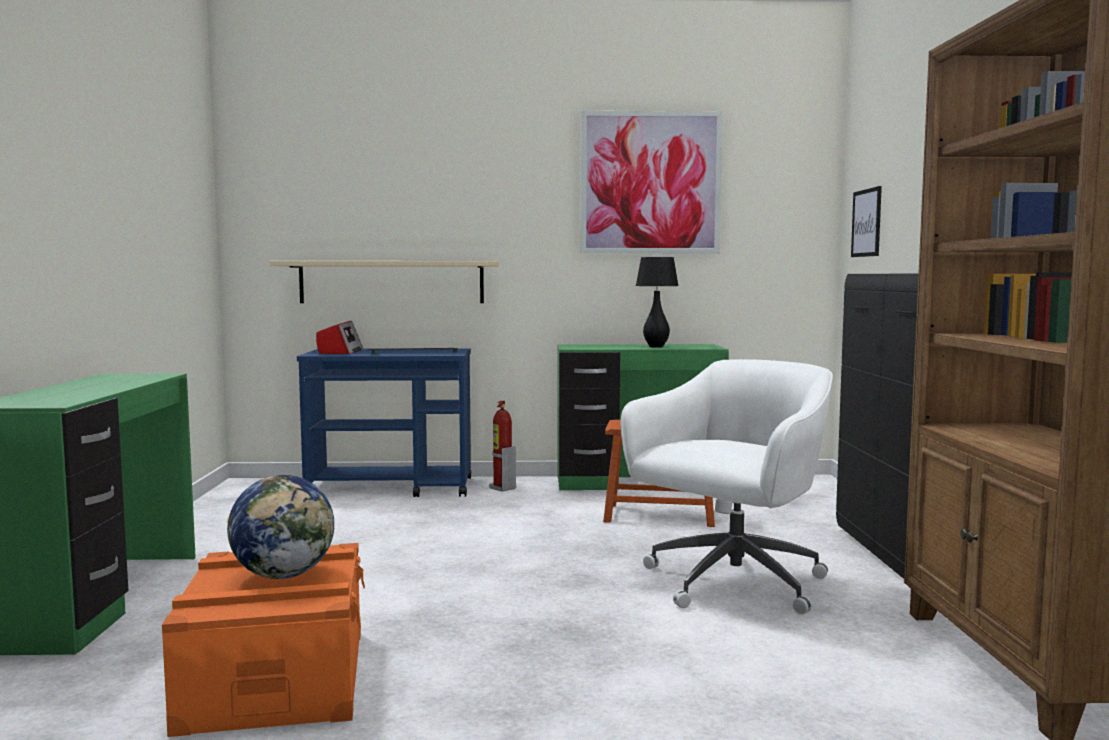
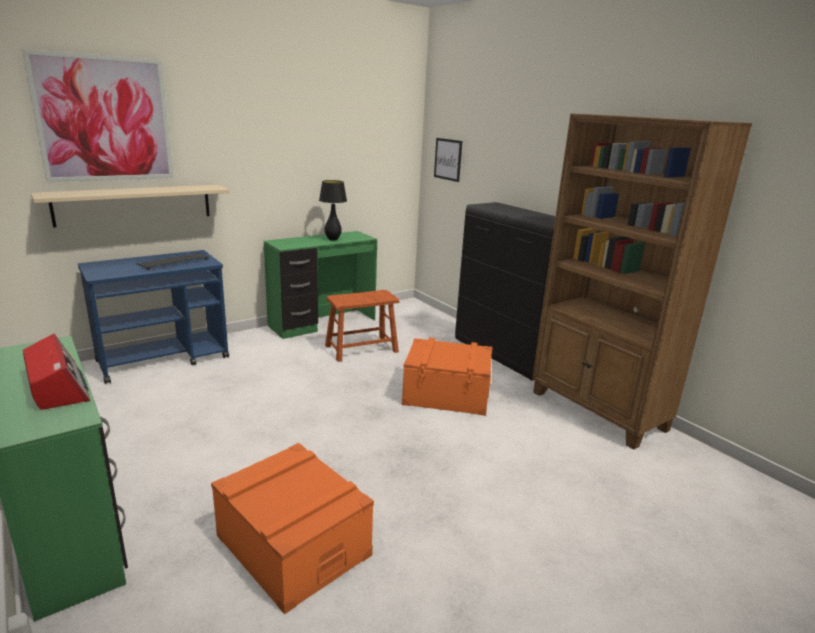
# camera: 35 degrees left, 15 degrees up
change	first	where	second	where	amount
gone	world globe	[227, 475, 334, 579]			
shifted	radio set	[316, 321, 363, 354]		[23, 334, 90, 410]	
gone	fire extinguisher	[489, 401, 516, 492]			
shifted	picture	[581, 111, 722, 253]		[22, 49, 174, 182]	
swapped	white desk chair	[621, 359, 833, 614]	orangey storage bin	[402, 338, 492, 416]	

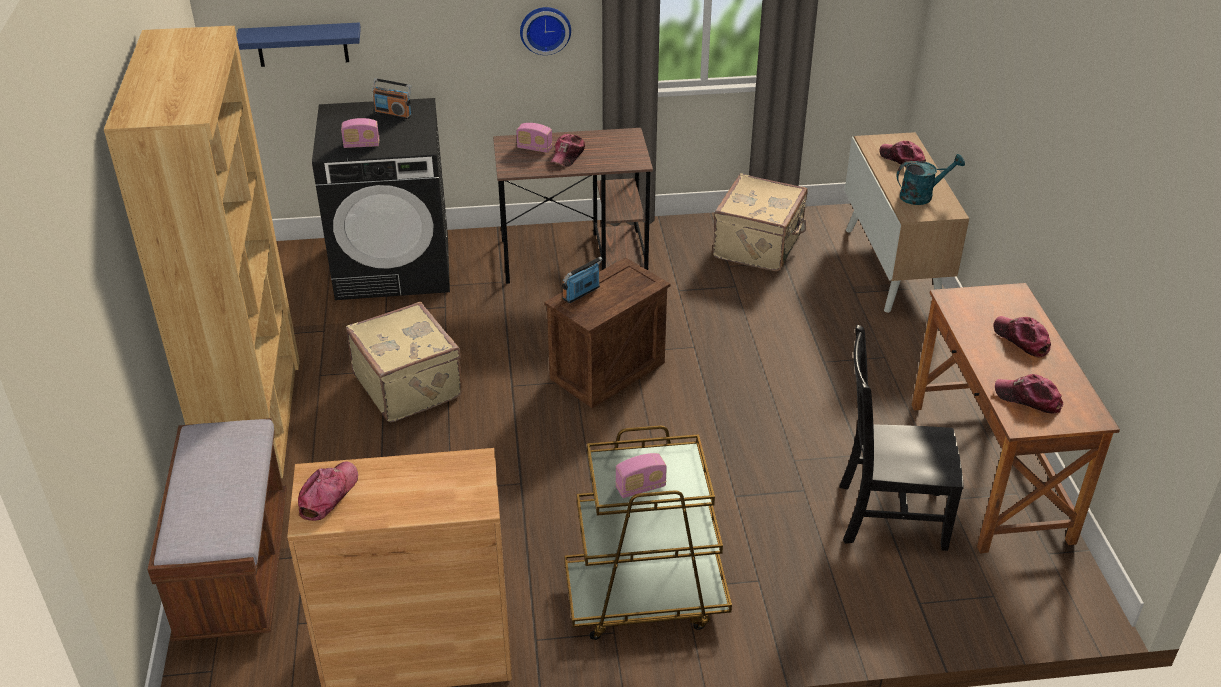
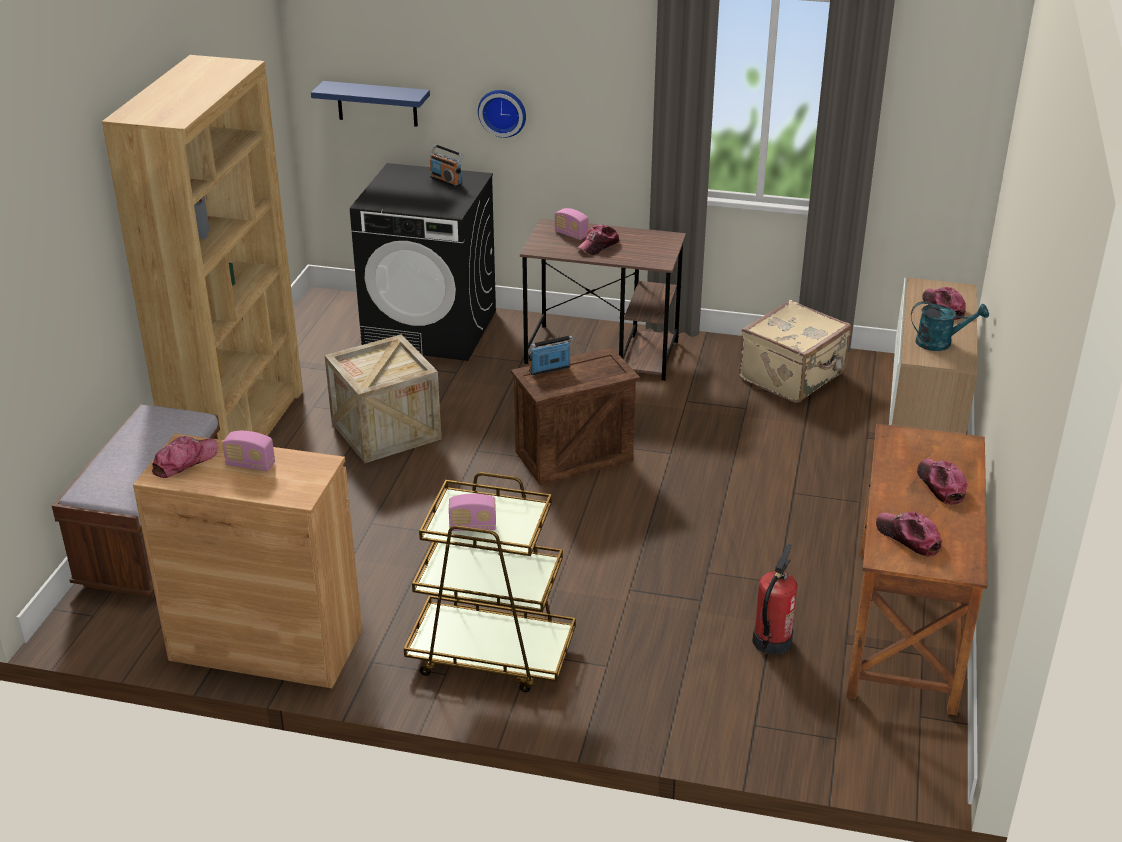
# camera: 20 degrees right, 5 degrees down
change	first	where	second	where	amount
shifted	radio set	[341, 118, 379, 148]		[222, 431, 275, 471]	
swapped	beige suitcase	[346, 302, 463, 423]	shipping crate	[325, 334, 441, 463]	
shifted	wall clock	[520, 7, 571, 55]		[478, 90, 526, 138]	
swapped	blackish chair	[839, 325, 964, 551]	fire extinguisher	[752, 544, 798, 655]	

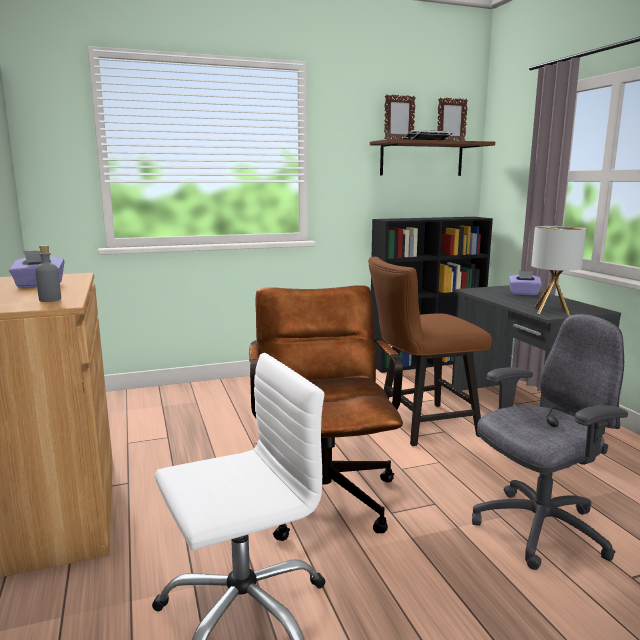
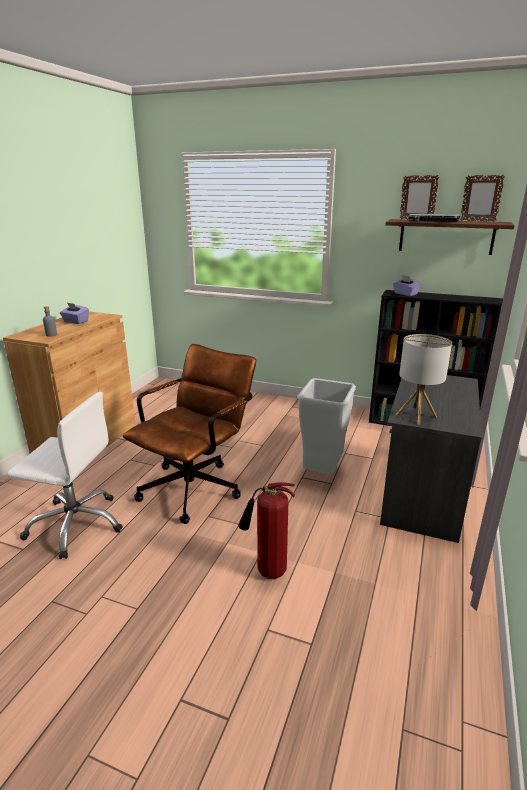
# camera: 40 degrees right, 10 degrees up
change	first	where	second	where	amount
swapped	brown chair	[368, 257, 492, 446]	grey trash can	[297, 378, 356, 474]	
swapped	grey desk chair	[472, 314, 628, 570]	fire extinguisher	[238, 482, 295, 579]	
shifted	purplish box of tissues	[509, 271, 542, 295]		[393, 275, 421, 296]	

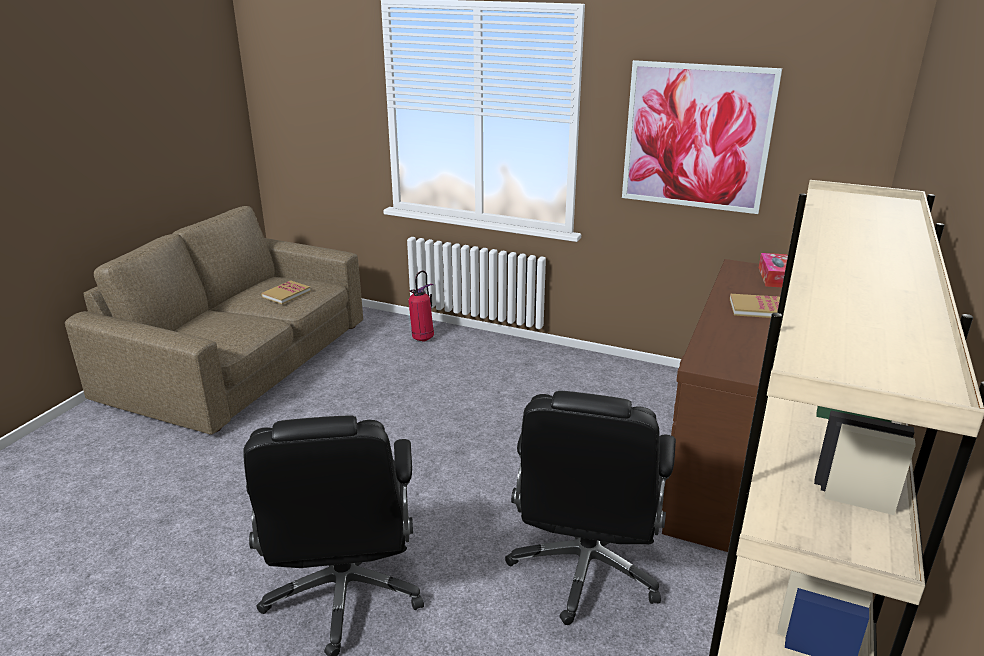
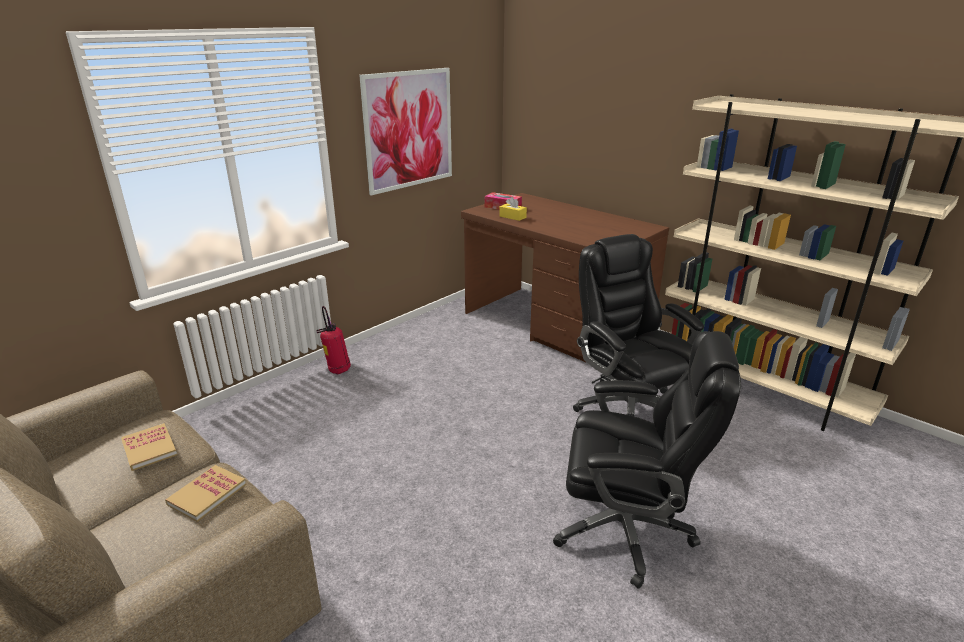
# camera: 70 degrees left, 0 degrees up
change	first	where	second	where	amount
shifted	fire extinguisher	[408, 270, 434, 342]		[316, 306, 351, 374]	
rotated	blackish desk chair	[505, 391, 676, 625]		[573, 234, 704, 416]	150 degrees counterclockwise
shifted	bound book	[730, 294, 780, 318]		[165, 465, 246, 522]	
new			yellowish box of tissues	[499, 197, 527, 221]	

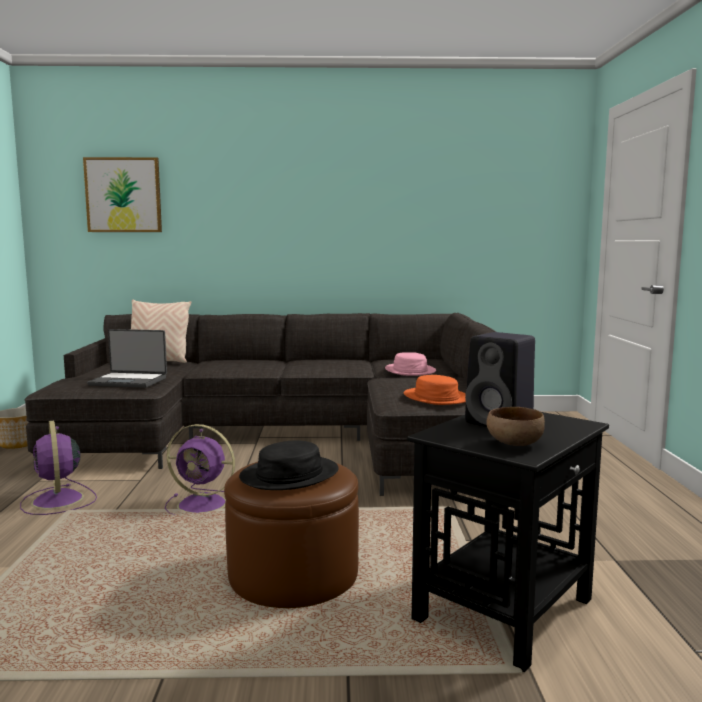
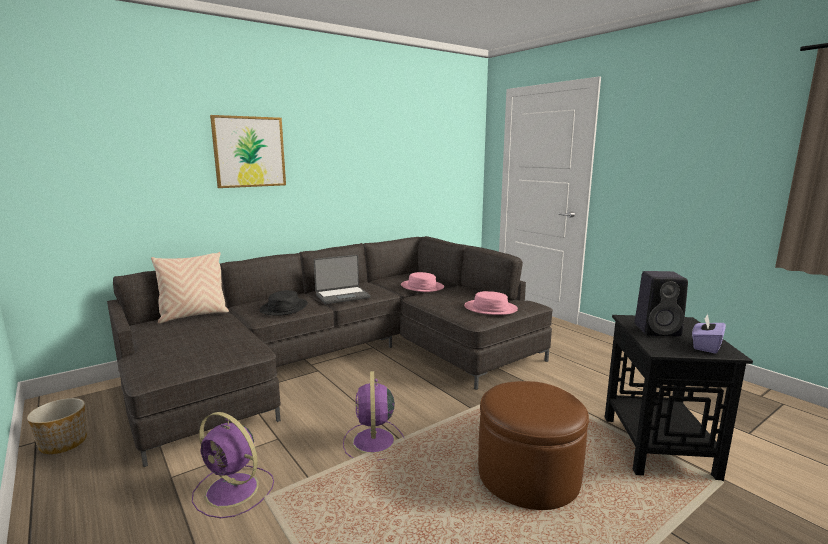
# camera: 35 degrees left, 5 degrees up
change	first	where	second	where	amount
shifted	picture	[83, 157, 162, 232]		[210, 115, 286, 188]	
shifted	laptop	[87, 329, 167, 388]		[314, 255, 371, 304]	
rotated	purplish fan	[165, 424, 235, 515]		[343, 371, 405, 460]	105 degrees clockwise
shifted	blackish clothing hat	[239, 440, 339, 490]		[259, 290, 308, 316]	
repainted	orangey clothing hat	[404, 375, 466, 405]	pink-coloured clothing hat	[464, 291, 518, 315]	
swapped	brown bowl	[486, 407, 545, 446]	purplish box of tissues	[692, 314, 726, 354]	

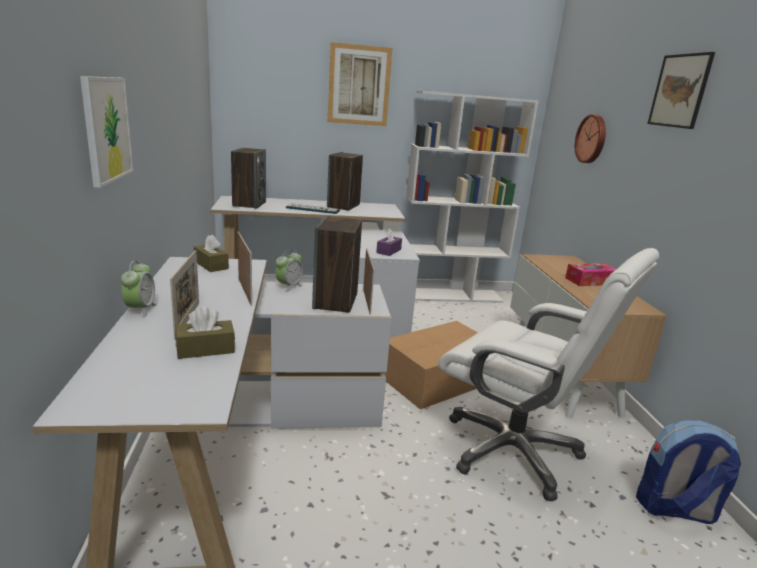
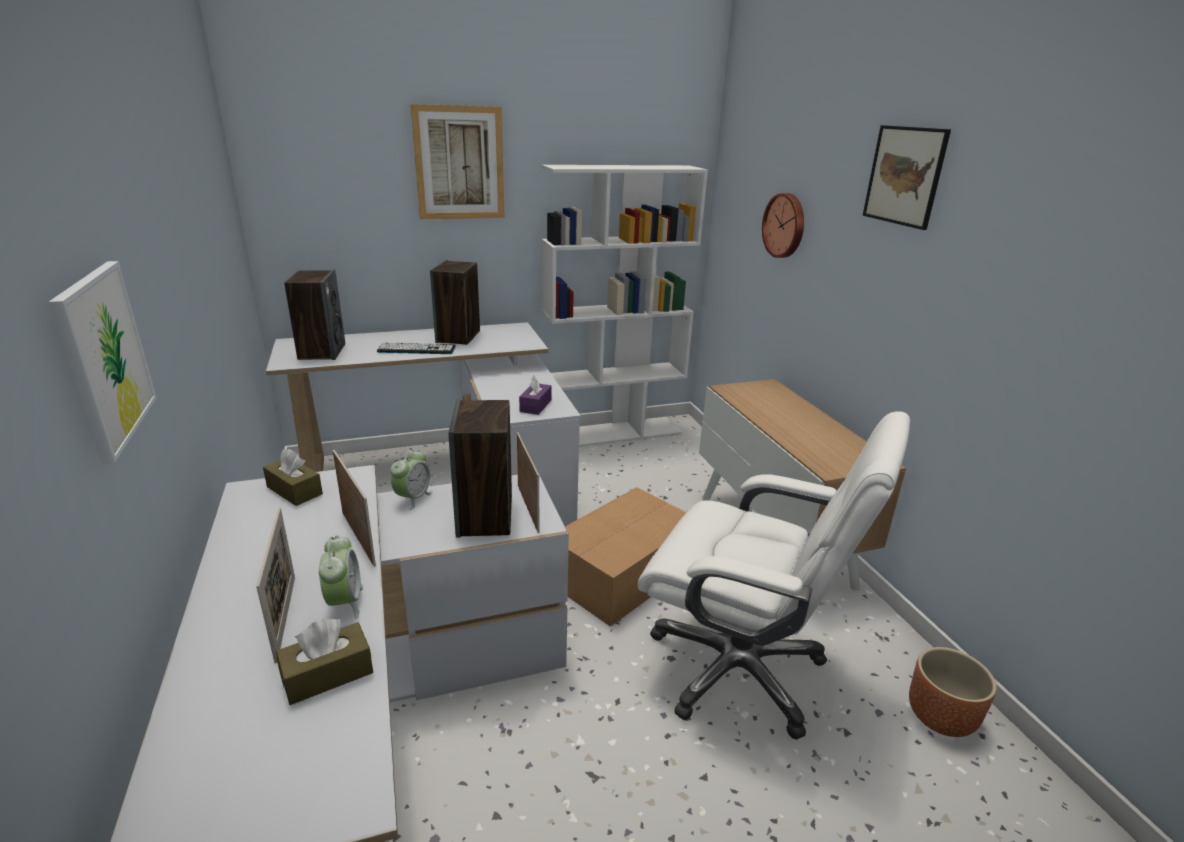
# camera: 10 degrees left, 5 degrees up
change	first	where	second	where	amount
shifted	alarm clock	[121, 260, 157, 318]		[319, 535, 363, 619]	
gone	box of tissues	[565, 263, 616, 286]			
swapped	knapsack	[636, 420, 741, 524]	brown planter	[909, 647, 997, 737]	

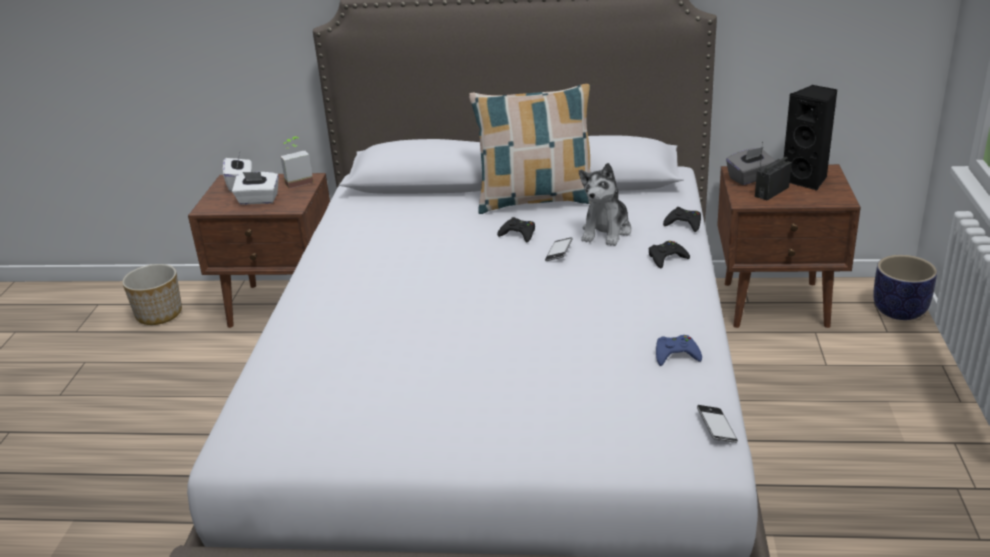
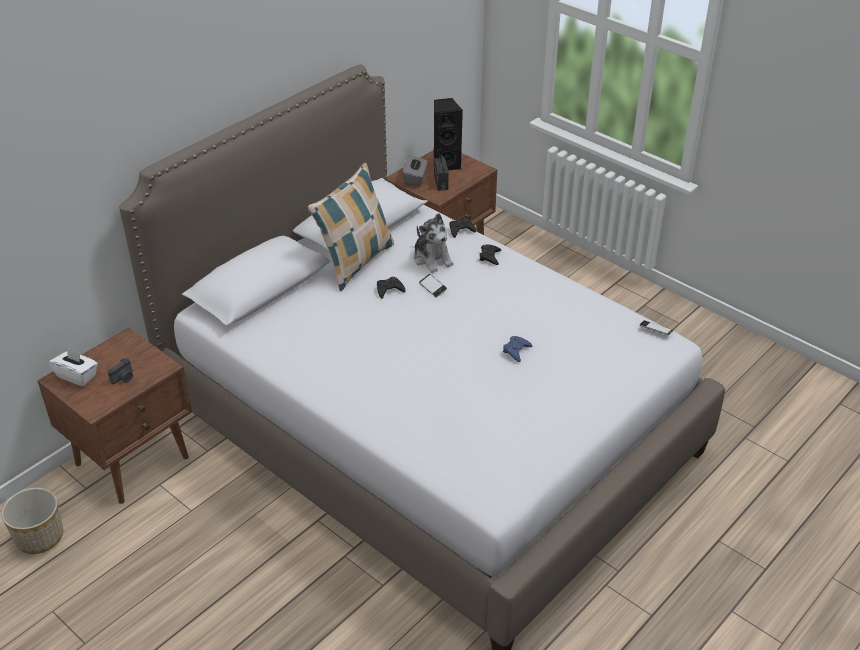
# camera: 55 degrees left, 10 degrees up
change	first	where	second	where	amount
swapped	white box of tissues	[232, 172, 279, 205]	photo camera	[107, 358, 133, 384]	
gone	houseplant	[280, 136, 314, 188]			
shifted	blue game controller	[656, 335, 702, 366]		[503, 336, 532, 362]	
gone	planter	[873, 255, 937, 320]			

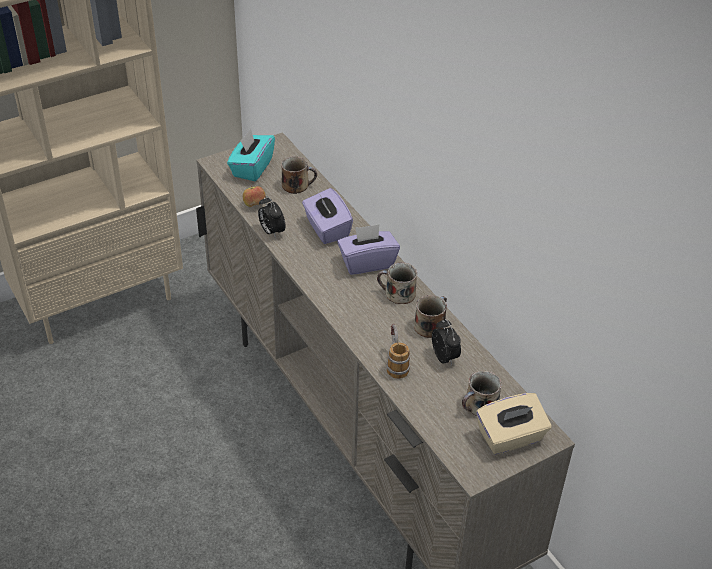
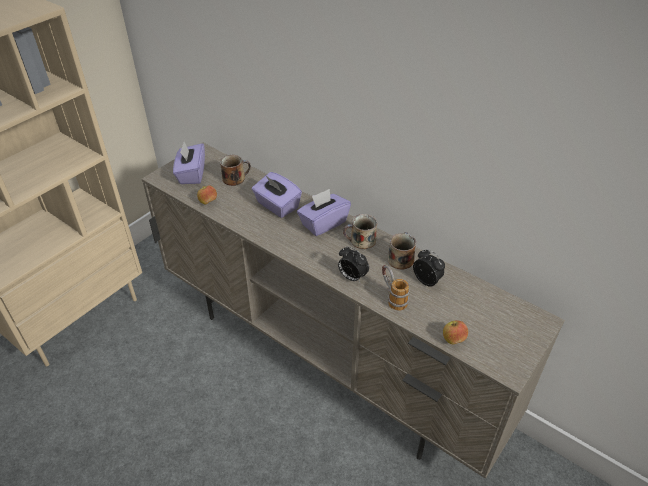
# camera: 20 degrees left, 0 degrees up
change	first	where	second	where	amount
repainted	turquoise-coloured box of tissues	[227, 129, 275, 181]	purplish box of tissues	[173, 142, 205, 184]	
shifted	alarm clock	[258, 196, 285, 238]		[338, 246, 369, 282]	
gone	tea mug	[462, 371, 502, 416]			
gone	beige box of tissues	[476, 393, 551, 455]			
new			apple	[443, 321, 468, 344]	

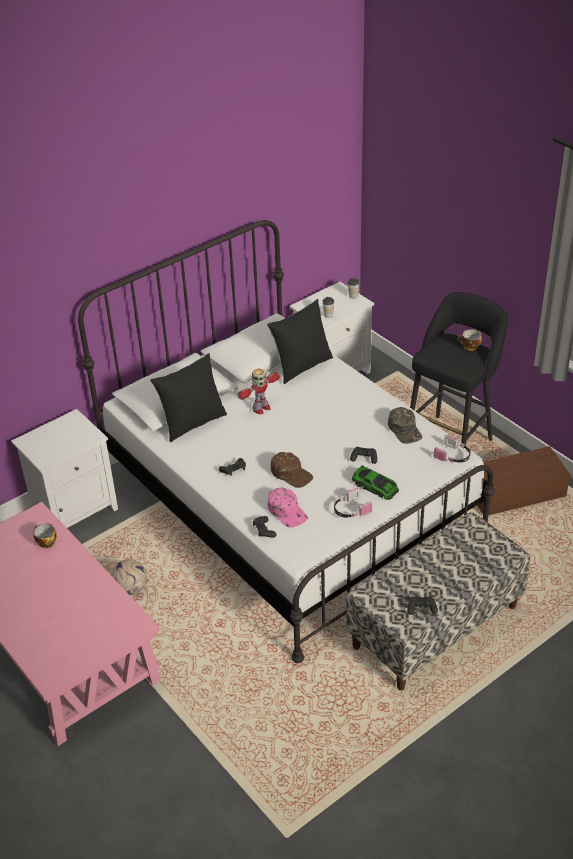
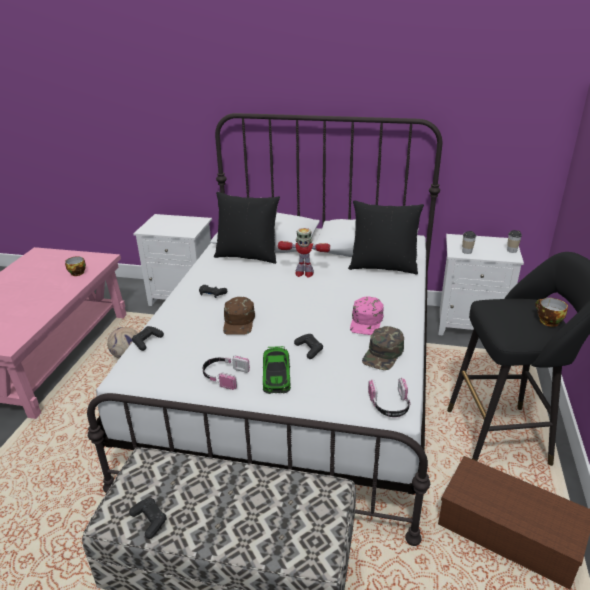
# camera: 50 degrees right, 10 degrees down
change	first	where	second	where	amount
shifted	pink-coloured peaked cap	[268, 487, 308, 528]		[350, 296, 384, 335]	

